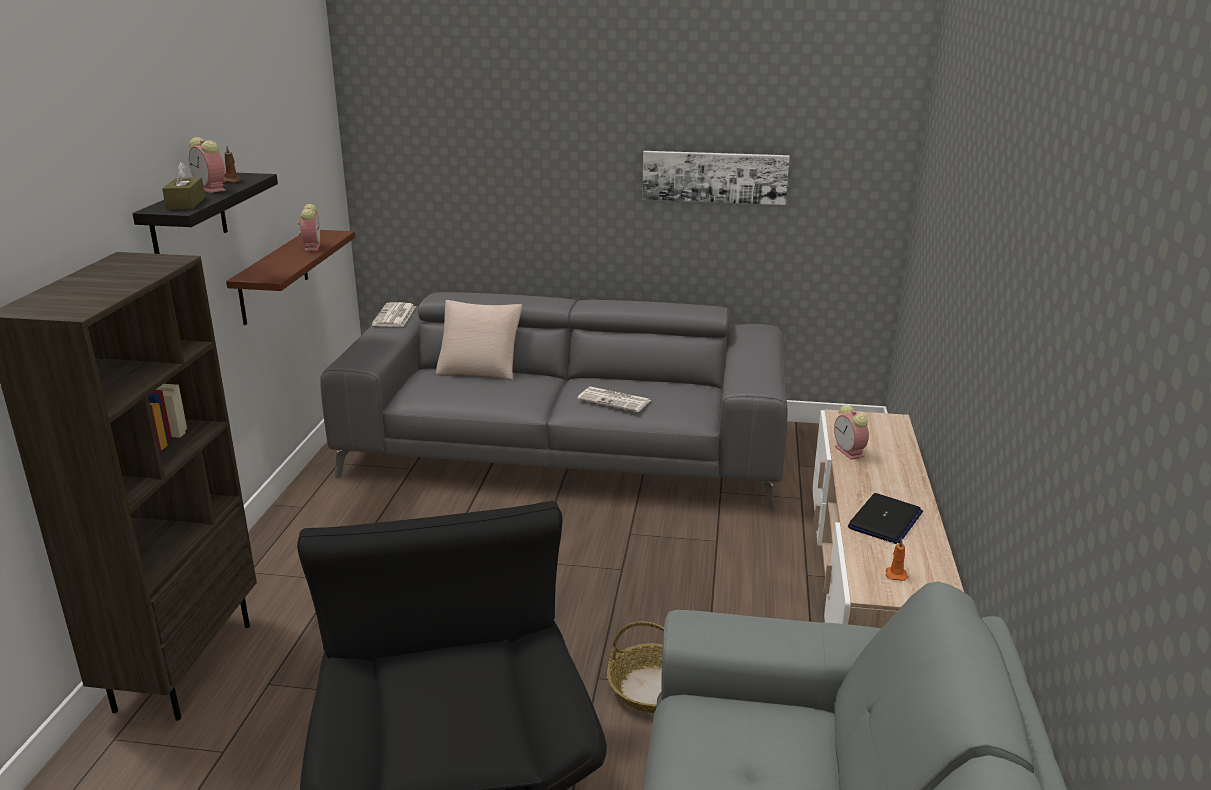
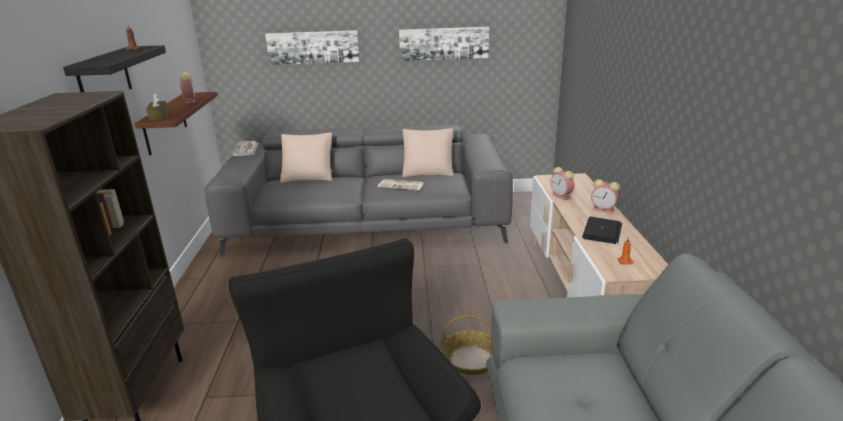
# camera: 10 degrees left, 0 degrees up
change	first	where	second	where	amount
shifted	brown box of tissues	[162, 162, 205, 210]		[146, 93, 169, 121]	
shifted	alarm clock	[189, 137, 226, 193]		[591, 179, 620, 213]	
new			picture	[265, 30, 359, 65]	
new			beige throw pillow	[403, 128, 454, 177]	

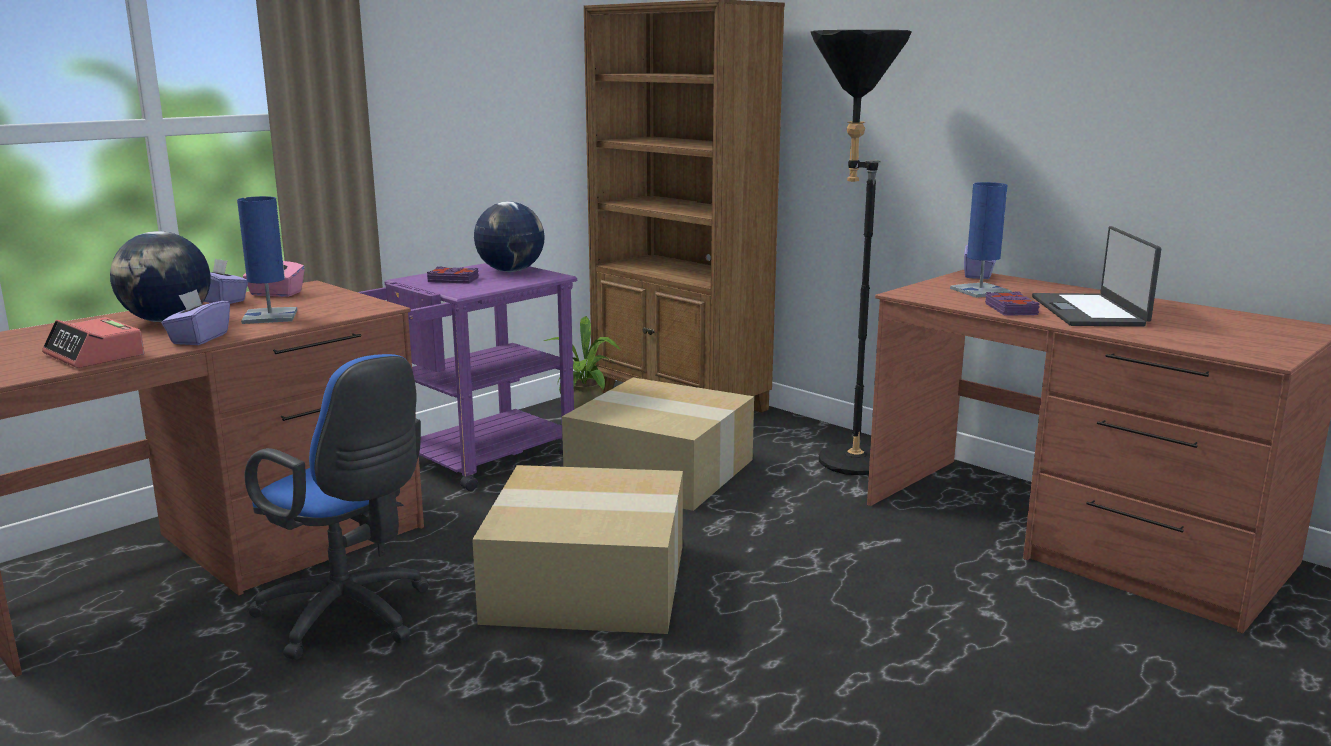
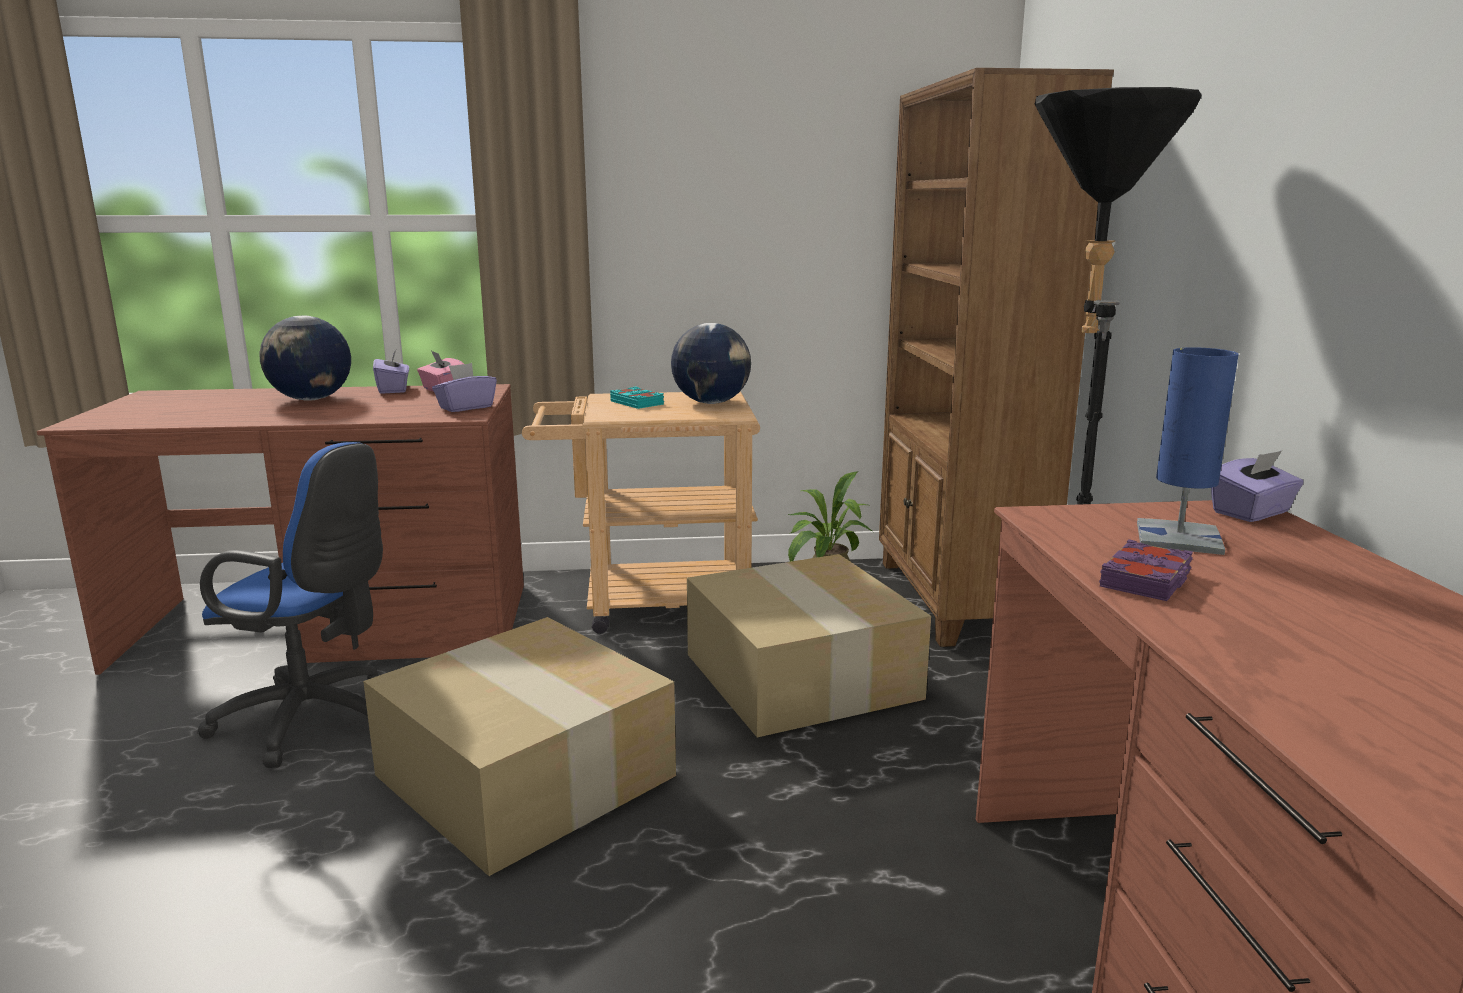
# camera: 40 degrees right, 0 degrees up
change	first	where	second	where	amount
gone	alarm clock	[42, 317, 144, 368]			
shifted	purplish box of tissues	[162, 289, 230, 345]		[432, 363, 497, 412]	
gone	blue tabletop lamp	[237, 196, 297, 324]			
rotated	blue desk chair	[245, 354, 430, 660]		[198, 442, 383, 768]	60 degrees counterclockwise
repainted	purplish cart	[358, 263, 577, 491]	beige cart	[522, 392, 760, 634]	
repainted	purplish bound book	[427, 266, 479, 284]	turquoise-coloured bound book	[610, 387, 664, 409]	
gone	laptop	[1032, 226, 1161, 327]			

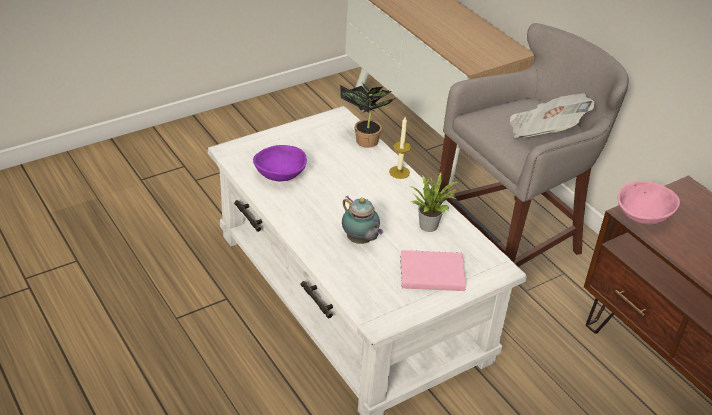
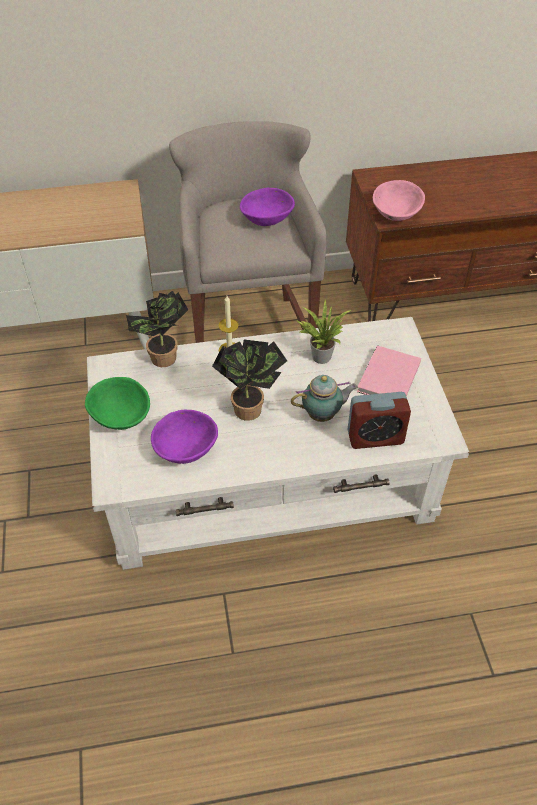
# camera: 65 degrees left, 10 degrees up
change	first	where	second	where	amount
swapped	daily paper	[510, 93, 594, 138]	purplish bowl	[240, 188, 295, 226]	
new			green bowl	[85, 377, 150, 430]	
new			houseplant	[212, 340, 287, 421]	
new			alarm clock	[347, 392, 411, 449]	

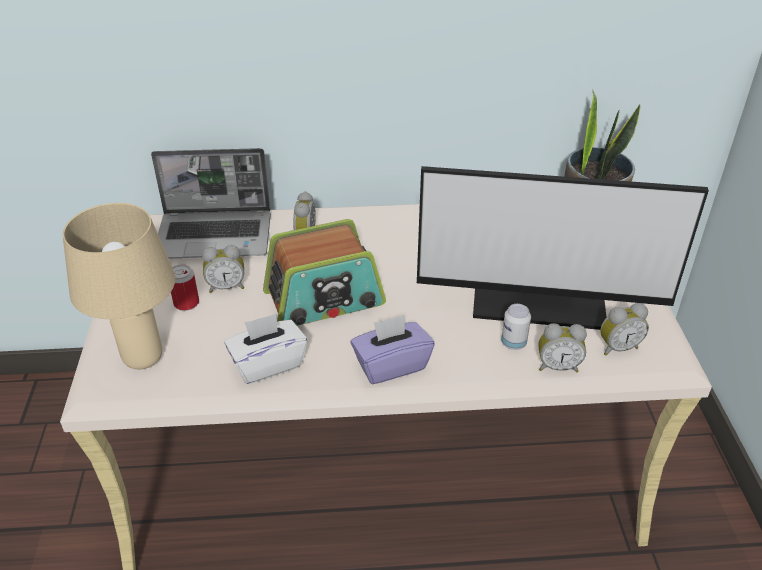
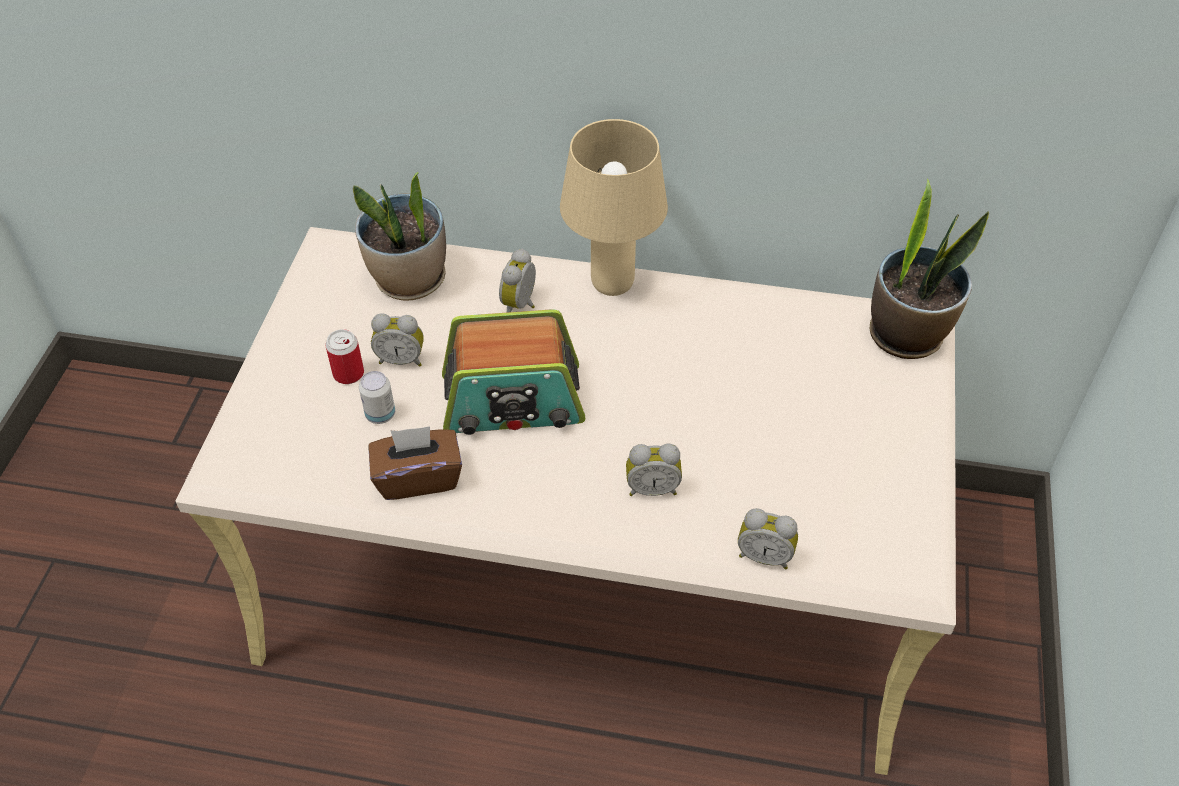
# camera: 15 degrees right, 10 degrees up
change	first	where	second	where	amount
shifted	beige tabletop lamp	[63, 203, 175, 369]		[560, 119, 668, 296]	
swapped	laptop	[151, 148, 271, 259]	houseplant	[353, 172, 446, 301]	
repainted	white box of tissues	[224, 314, 307, 384]	brown box of tissues	[368, 426, 462, 500]	
gone	purplish box of tissues	[350, 315, 434, 384]			
gone	monitor	[417, 166, 709, 330]			
shifted	can	[501, 304, 531, 350]		[359, 371, 395, 424]	
shifted	alarm clock	[600, 303, 649, 356]		[626, 444, 682, 496]	

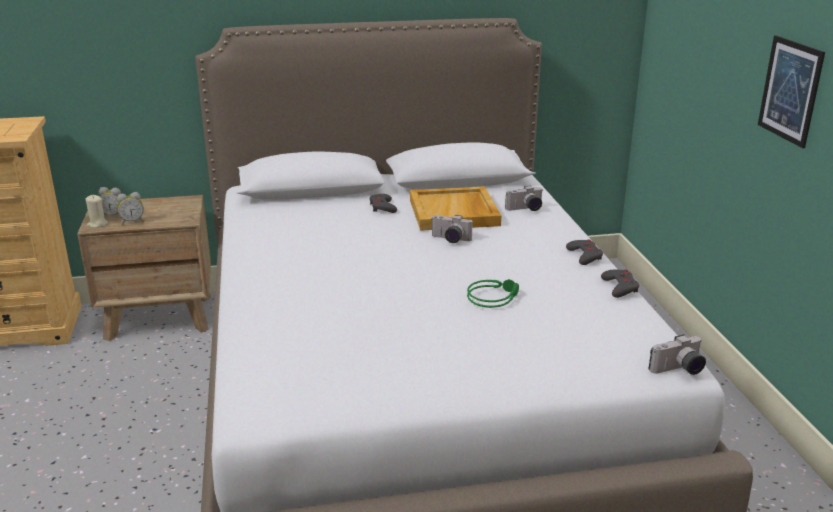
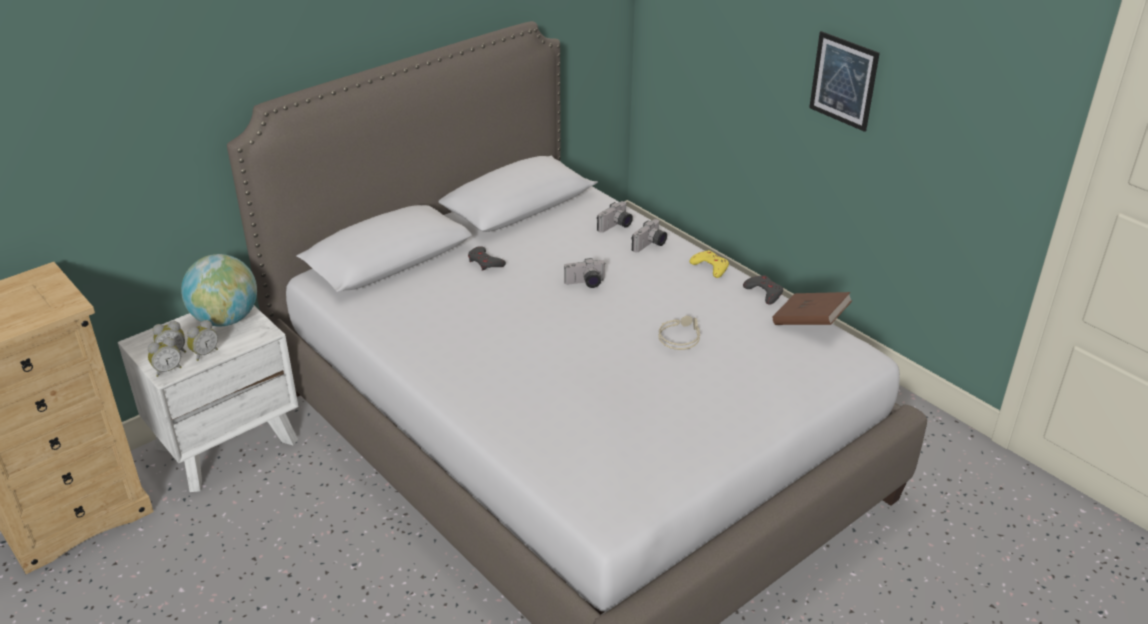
# camera: 30 degrees left, 10 degrees up
change	first	where	second	where	amount
repainted	brown night table	[77, 195, 211, 341]	white night table	[118, 306, 298, 492]	
swapped	beige wax candle	[86, 195, 108, 228]	alarm clock	[148, 337, 182, 377]	
gone	beige serving tray	[410, 186, 501, 231]			
repainted	green pair of headphones	[467, 279, 519, 308]	beige pair of headphones	[658, 316, 701, 350]	
repainted	grey game controller	[566, 239, 603, 265]	yellowish game controller	[689, 250, 729, 278]	
shifted	photo camera	[649, 335, 706, 375]		[631, 219, 667, 252]	
new			world globe	[181, 254, 257, 327]	
new			brown bound book	[773, 292, 852, 325]	

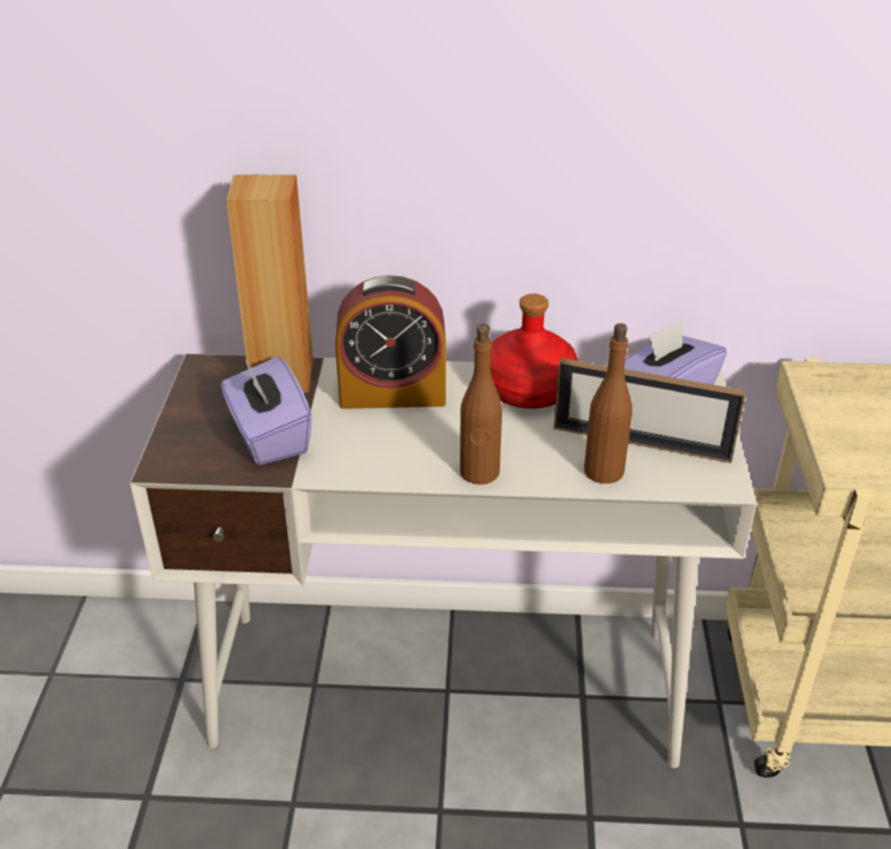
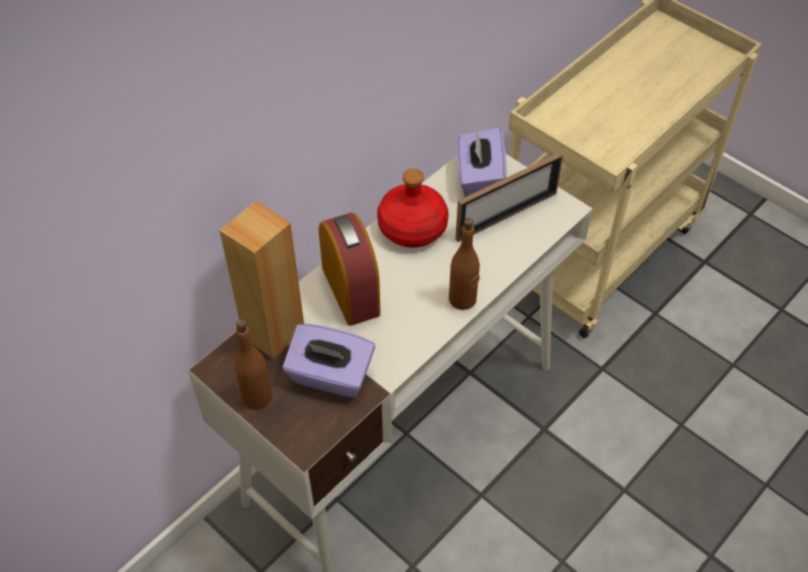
# camera: 50 degrees left, 15 degrees up
change	first	where	second	where	amount
rotated	alarm clock	[335, 275, 446, 409]		[319, 213, 381, 326]	60 degrees counterclockwise
shifted	brown bottle	[584, 323, 632, 484]		[235, 320, 272, 410]	

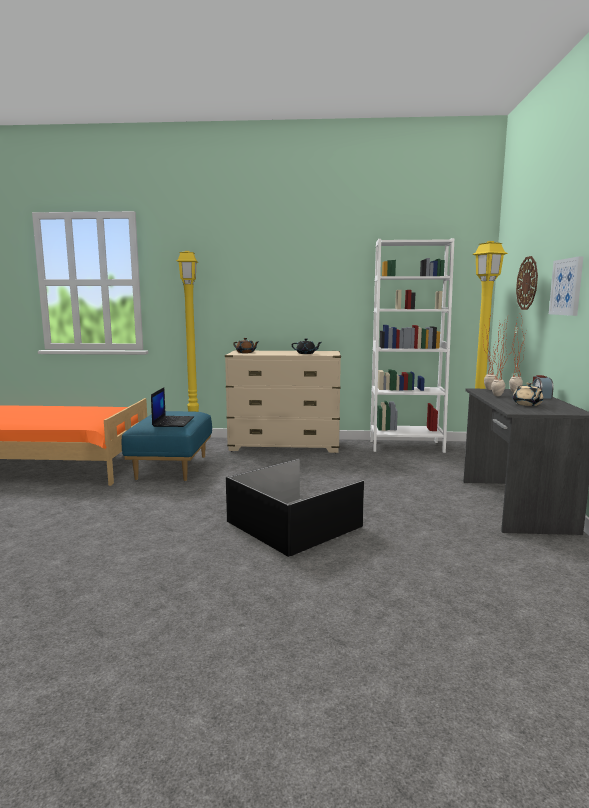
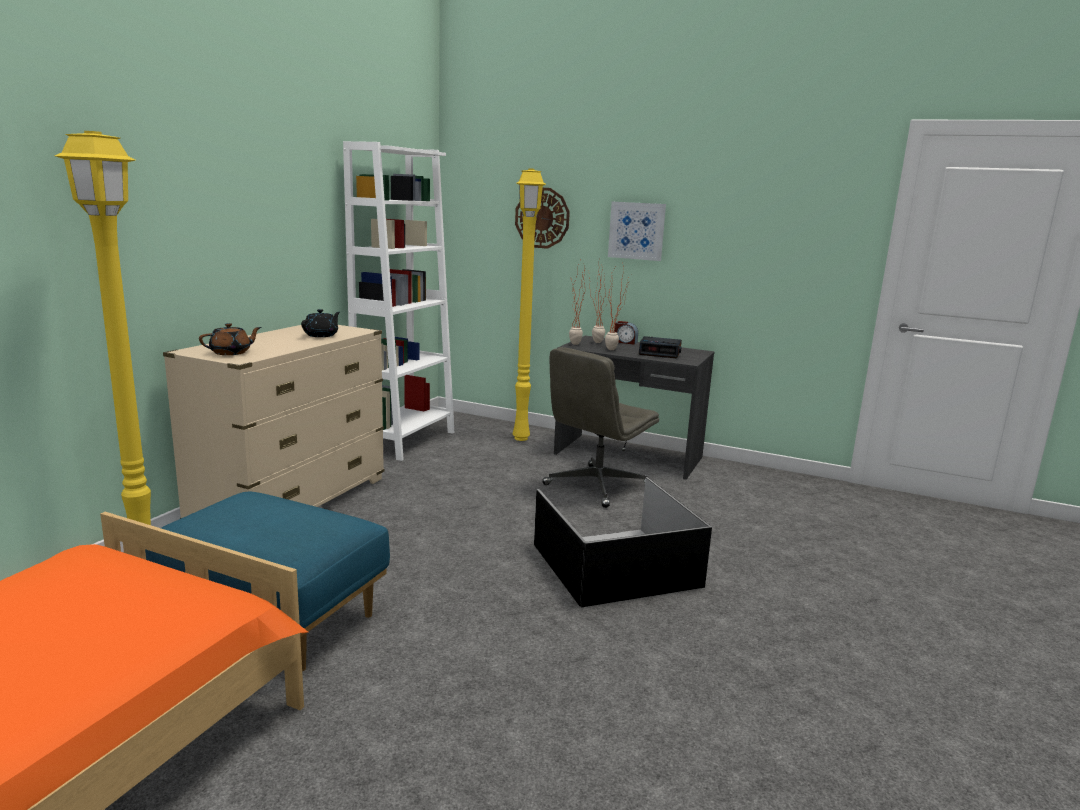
# camera: 70 degrees left, 5 degrees up
change	first	where	second	where	amount
gone	laptop	[151, 387, 194, 427]			
swapped	beige pot for tea	[513, 382, 543, 406]	alarm clock	[639, 336, 682, 358]	
new			grey desk chair	[542, 347, 659, 508]	

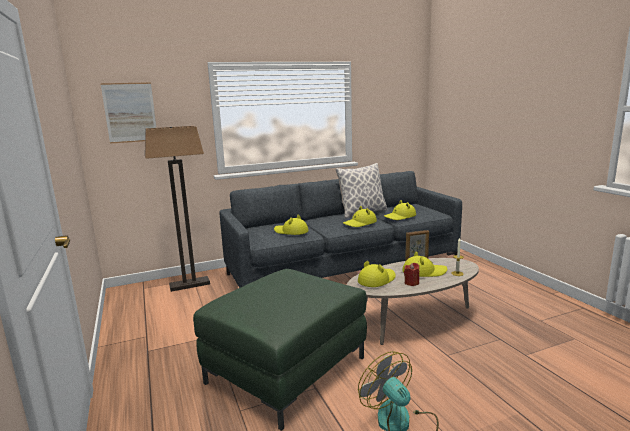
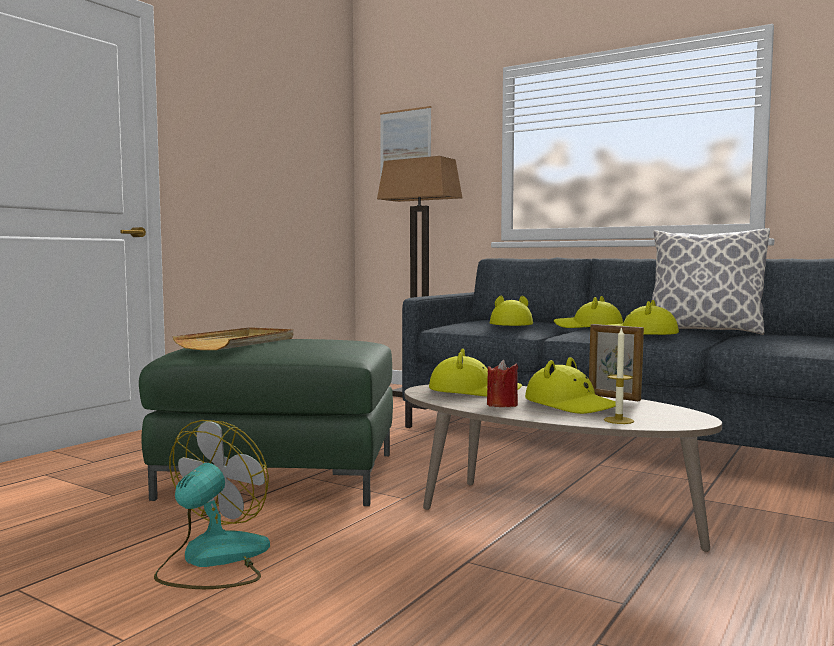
# camera: 55 degrees right, 10 degrees down
change	first	where	second	where	amount
shifted	yellowish clothing hat	[384, 200, 416, 220]		[554, 296, 623, 328]	
new			beige serving tray	[172, 327, 293, 350]	

